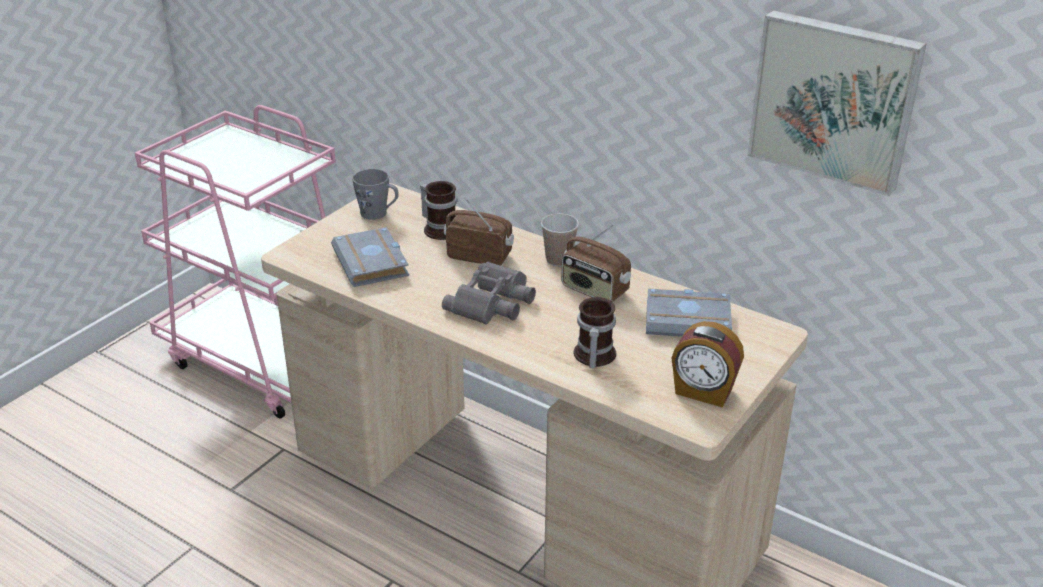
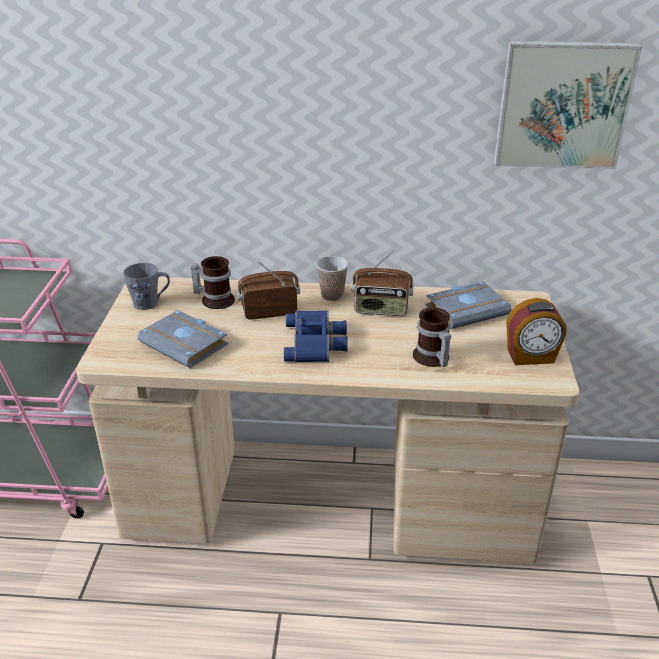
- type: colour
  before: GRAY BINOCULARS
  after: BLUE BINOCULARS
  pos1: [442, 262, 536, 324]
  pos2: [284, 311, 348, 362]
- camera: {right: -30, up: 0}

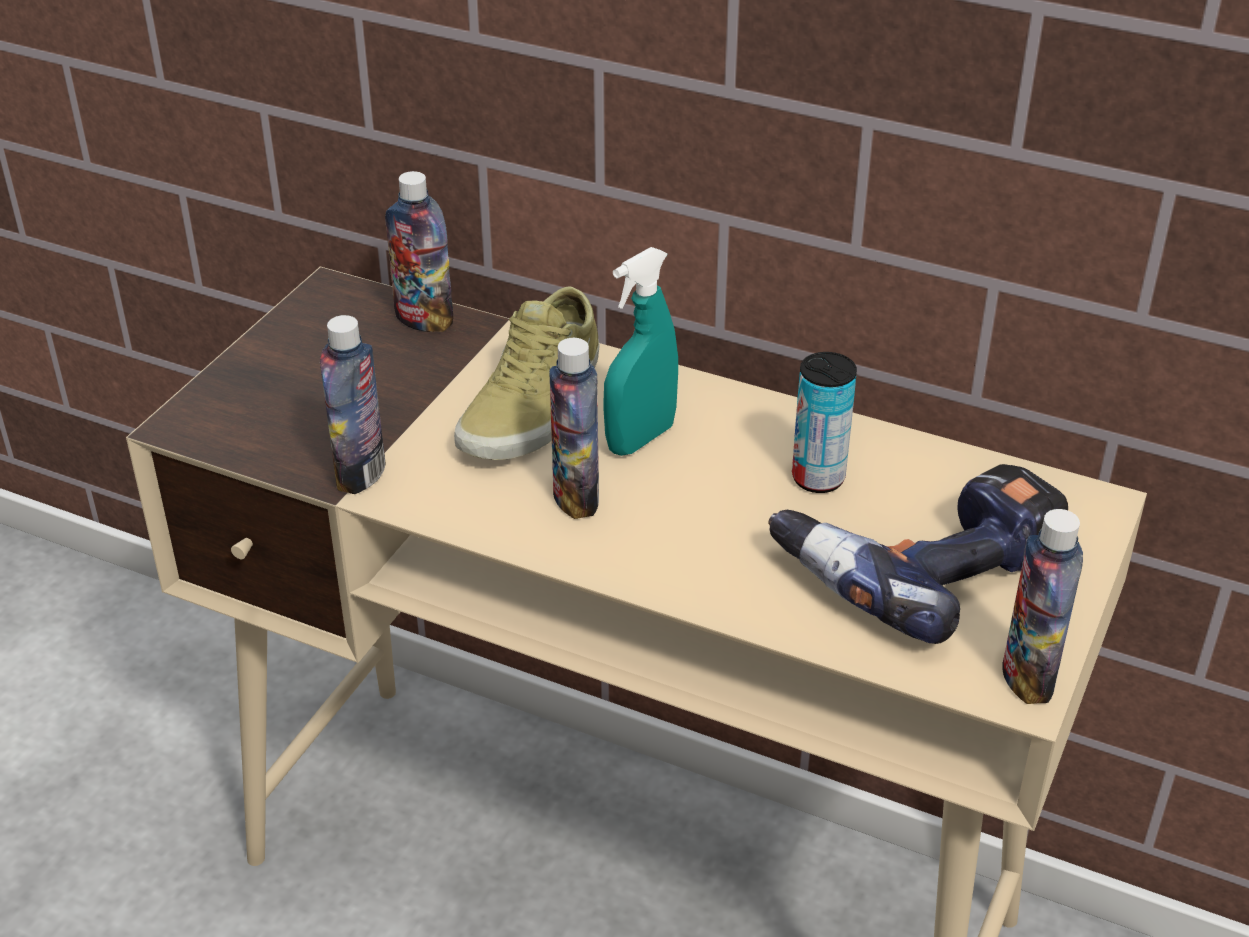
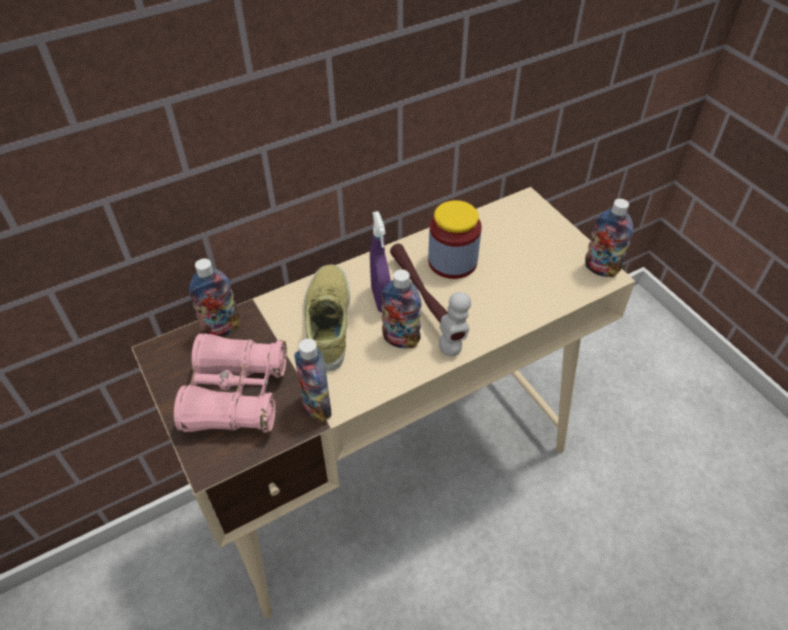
- type: appeared
  after: PINK BINOCULARS
  pos2: [174, 333, 287, 433]
- type: spun
  before: BEIGE-COLOURED SHOE
  pos1: [454, 286, 599, 460]
  pos2: [304, 264, 350, 372]
  turn: -150
- type: colour
  before: TURQUOISE-COLOURED HAND SPRAYER
  after: PURPLE HAND SPRAYER
  pos1: [603, 247, 678, 456]
  pos2: [370, 211, 391, 313]
- type: appeared
  after: HAND HAMMER
  pos2: [390, 243, 471, 356]
- type: exchanged
  before: SEALED CAN
  after: PRESERVE JAR
  pos1: [792, 352, 857, 493]
  pos2: [428, 200, 482, 279]
- type: missing
  before: DRILL
  pos1: [768, 464, 1068, 644]
- camera: {right: -55, up: 10}

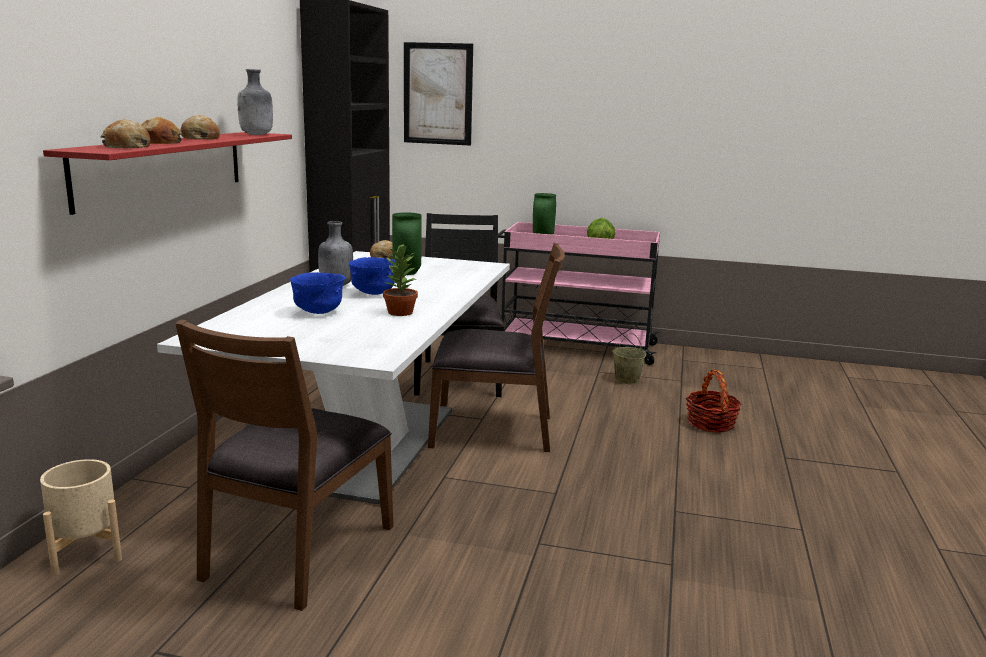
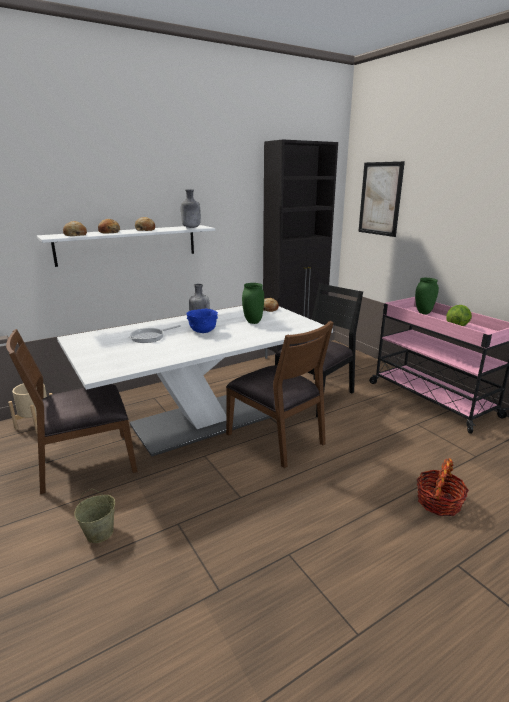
- type: colour
  before: RED-COLOURED SHELF
  after: WHITISH SHELF
  pos1: [43, 132, 292, 215]
  pos2: [37, 225, 215, 267]
- type: relocated
  before: BEIGE-COLOURED BUCKET
  pos1: [612, 333, 646, 384]
  pos2: [74, 489, 115, 543]
- type: exchanged
  before: BLUE DEEP DISH
  after: FRYING PAN
  pos1: [290, 272, 345, 314]
  pos2: [129, 325, 181, 343]
- type: missing
  before: PLANT IN A POT
  pos1: [383, 244, 418, 316]
- camera: {right: 45, up: 5}

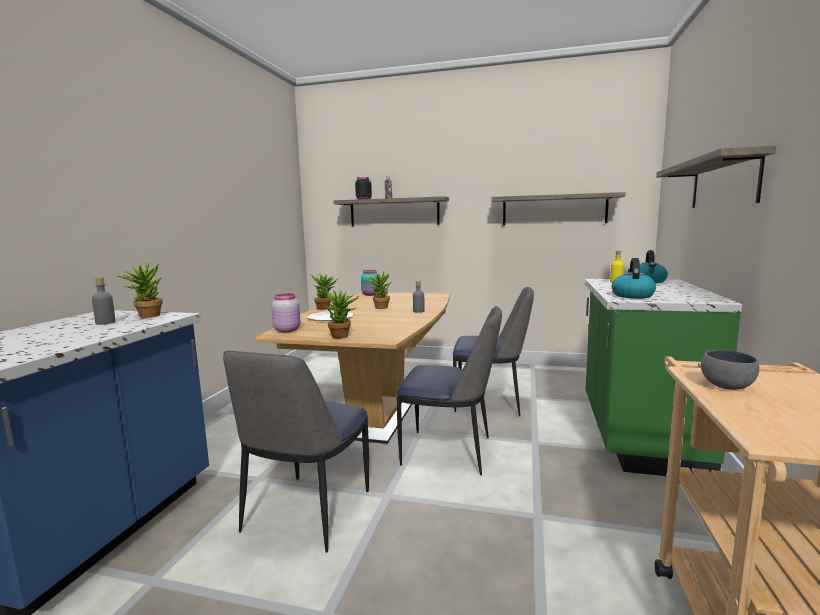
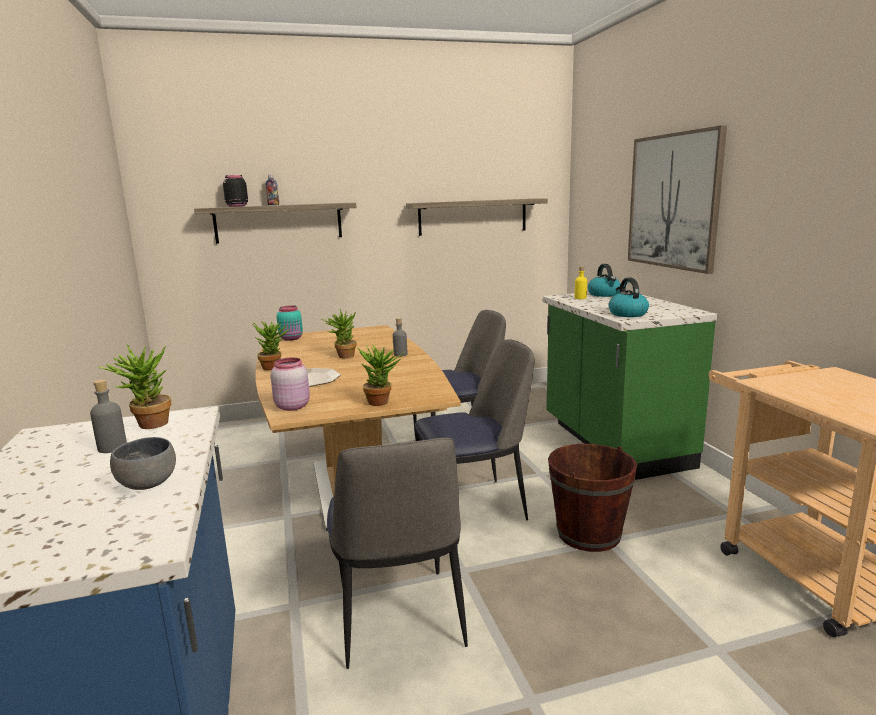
- type: relocated
  before: GRAY DEEP DISH
  pos1: [701, 349, 759, 390]
  pos2: [110, 437, 176, 490]
- type: appeared
  after: BROWNISH BUCKET
  pos2: [548, 444, 637, 552]
- type: exchanged
  before: SHELF
  after: WALL ART
  pos1: [656, 145, 776, 208]
  pos2: [628, 125, 727, 274]
- camera: {right: -30, up: 5}

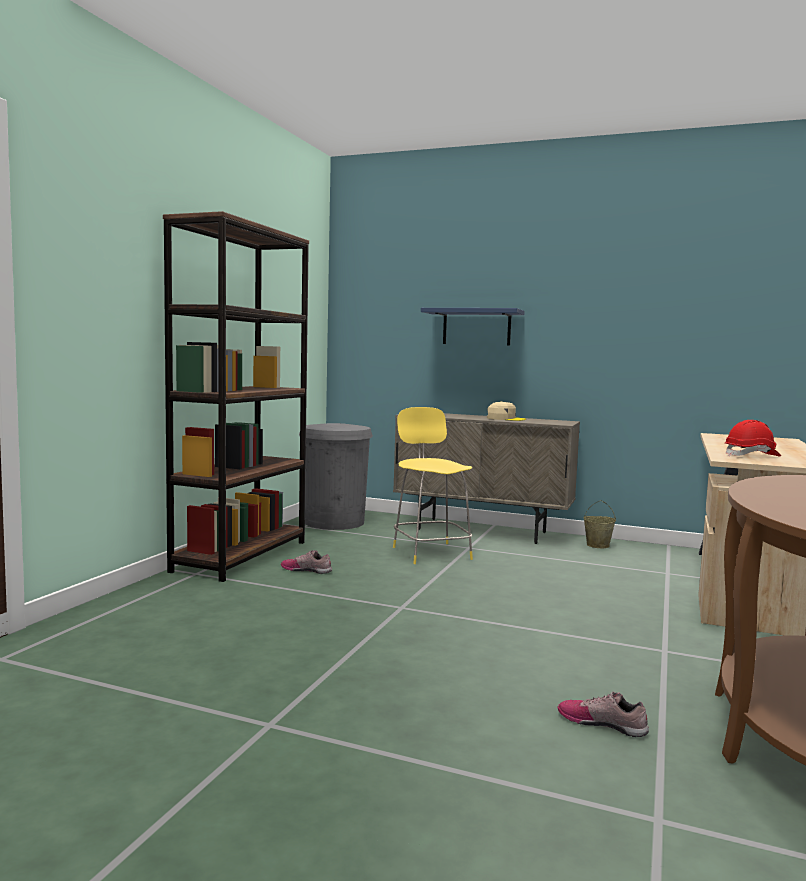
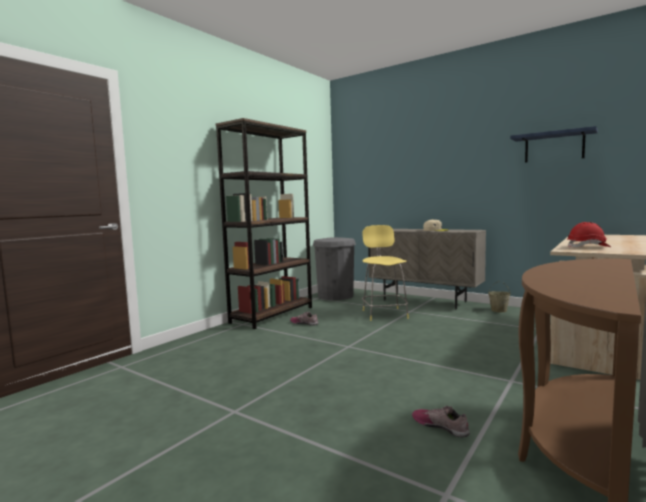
- type: relocated
  before: BLUE SHELF
  pos1: [421, 308, 525, 346]
  pos2: [510, 126, 598, 163]
- camera: {right: 15, up: 0}

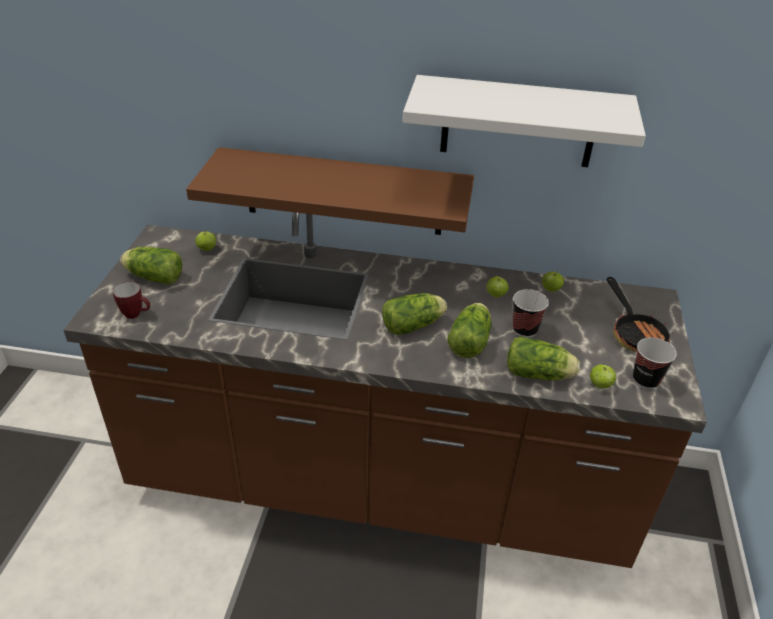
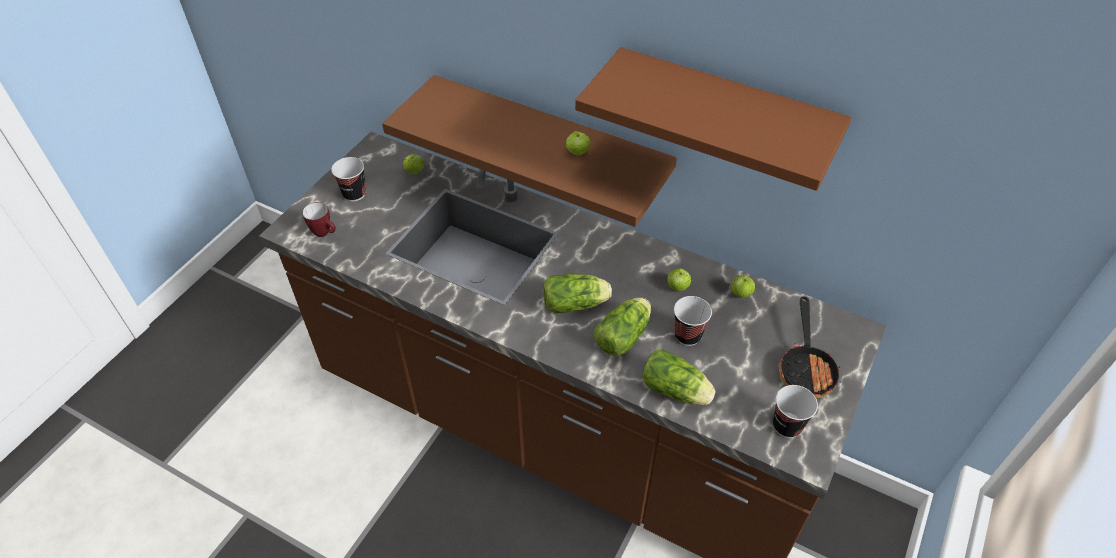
- type: exchanged
  before: LETTUCE
  after: CUP
  pos1: [120, 247, 182, 285]
  pos2: [331, 157, 366, 202]
- type: relocated
  before: APPLE FRUIT
  pos1: [590, 364, 616, 388]
  pos2: [566, 131, 591, 155]
- type: colour
  before: WHITISH SHELF
  after: BROWNISH SHELF
  pos1: [403, 75, 646, 167]
  pos2: [575, 47, 851, 191]
- camera: {right: 20, up: 10}

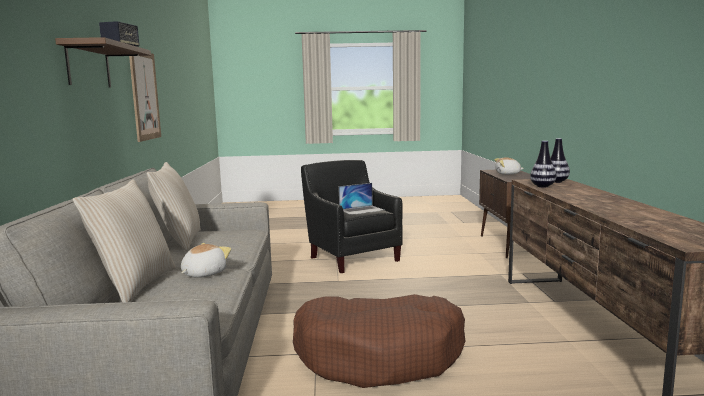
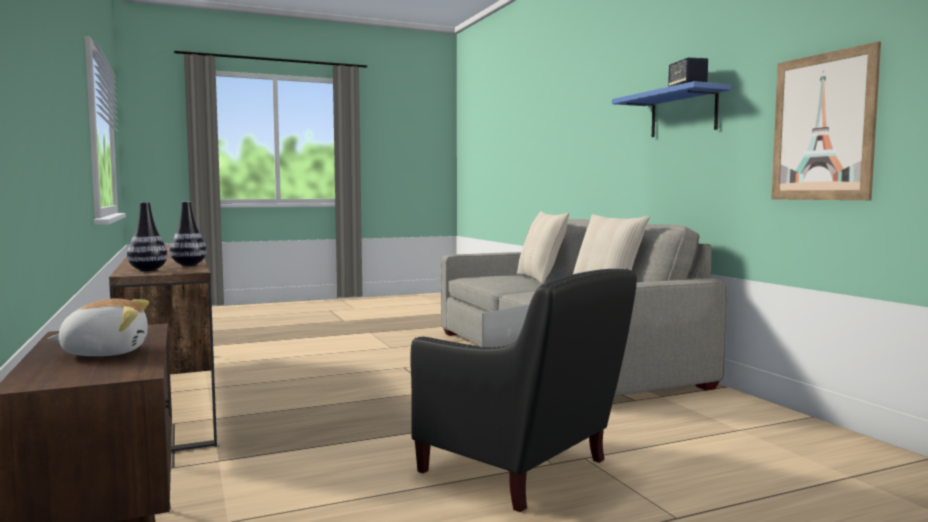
- type: colour
  before: BROWNISH SHELF
  after: BLUE SHELF
  pos1: [55, 37, 151, 87]
  pos2: [612, 81, 731, 137]
- type: missing
  before: CUDDLY TOY
  pos1: [181, 243, 231, 278]
- type: missing
  before: BROWNISH DOG CUSHION
  pos1: [293, 294, 465, 388]
- camera: {right: 160, up: -5}

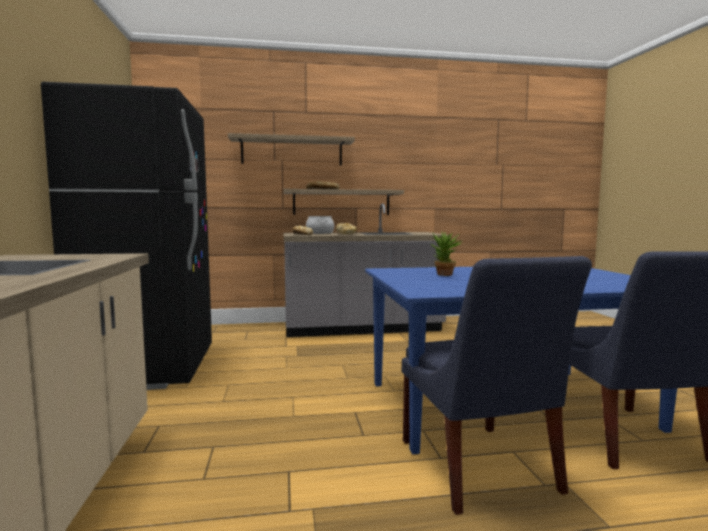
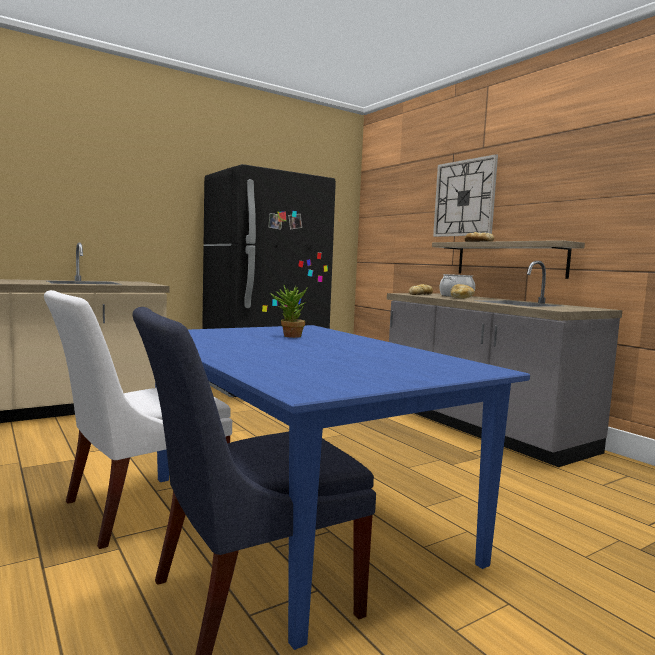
- type: colour
  before: BLUE PLAIN CHAIR
  after: WHITISH PLAIN CHAIR
  pos1: [402, 256, 592, 515]
  pos2: [44, 290, 232, 549]
- type: exchanged
  before: SHELF
  after: HANGING CLOCK
  pos1: [228, 133, 355, 166]
  pos2: [433, 154, 498, 237]
- camera: {right: 65, up: 0}

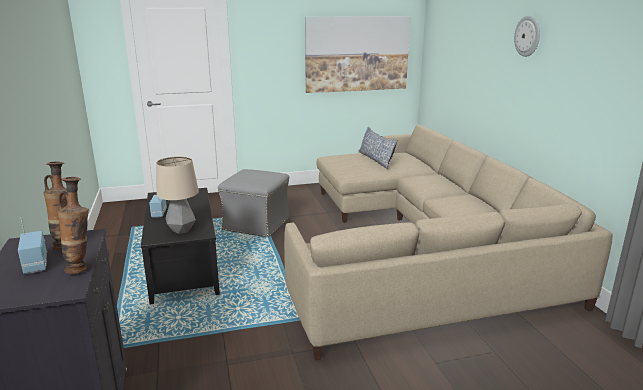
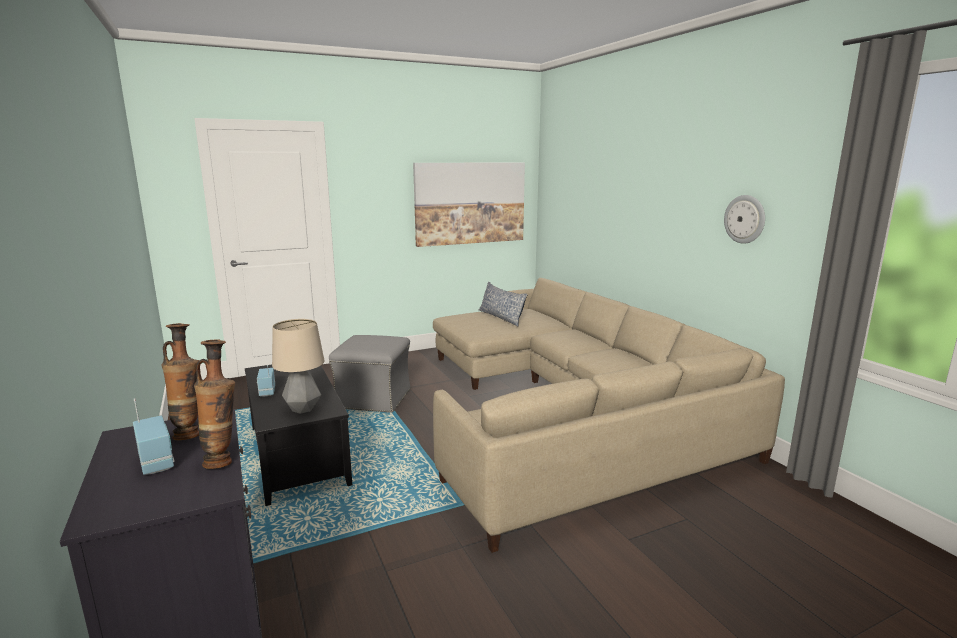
- type: relocated
  before: HANGING CLOCK
  pos1: [514, 16, 540, 57]
  pos2: [724, 195, 765, 244]
- camera: {right: -10, up: -5}

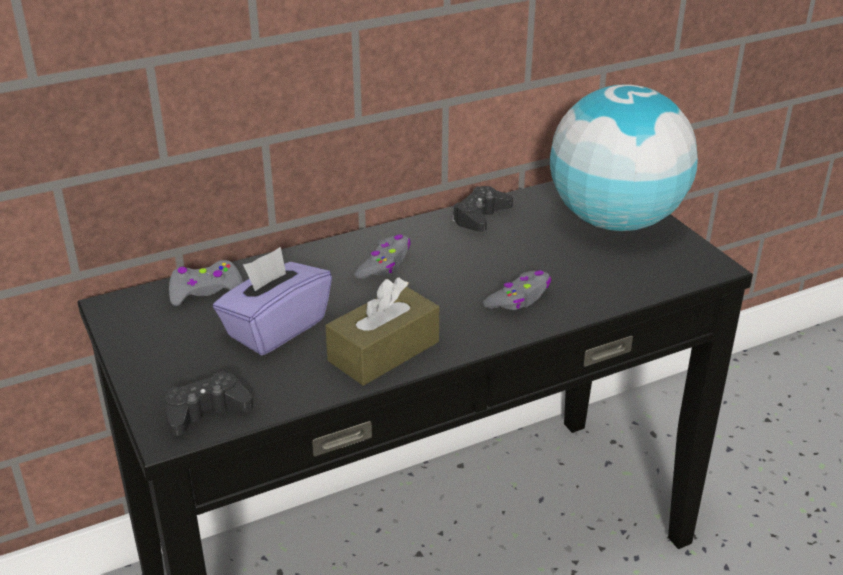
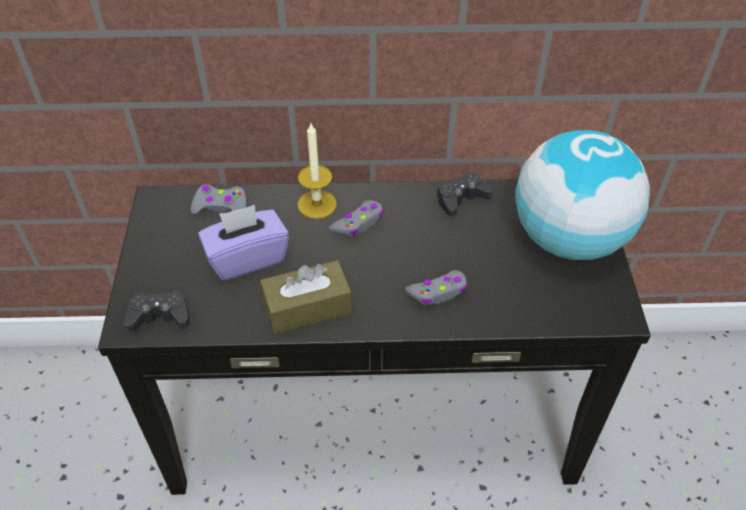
- type: appeared
  after: WAX LIGHT
  pos2: [298, 123, 337, 219]
- camera: {right: 25, up: 15}

